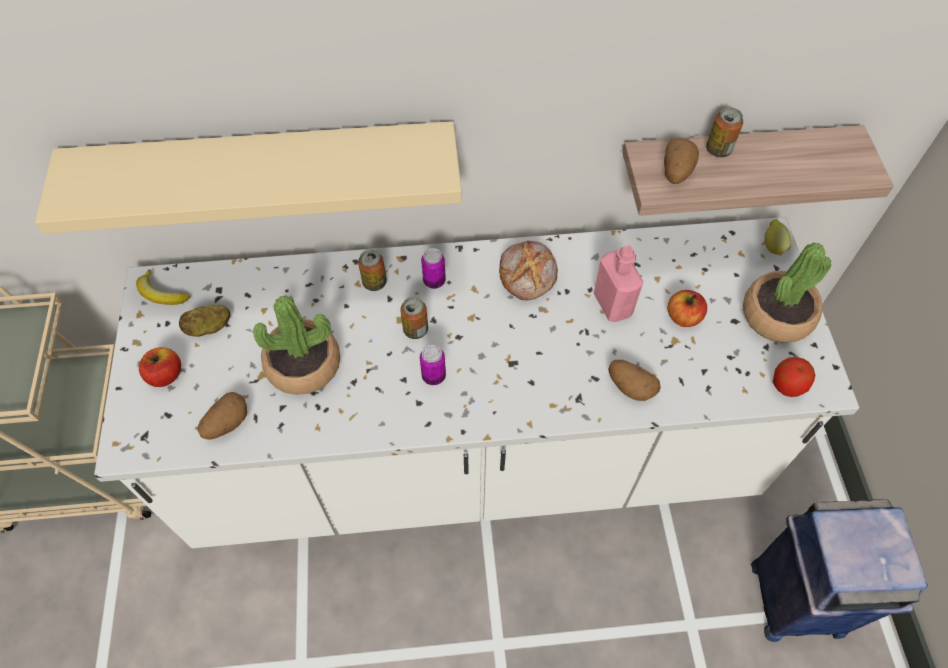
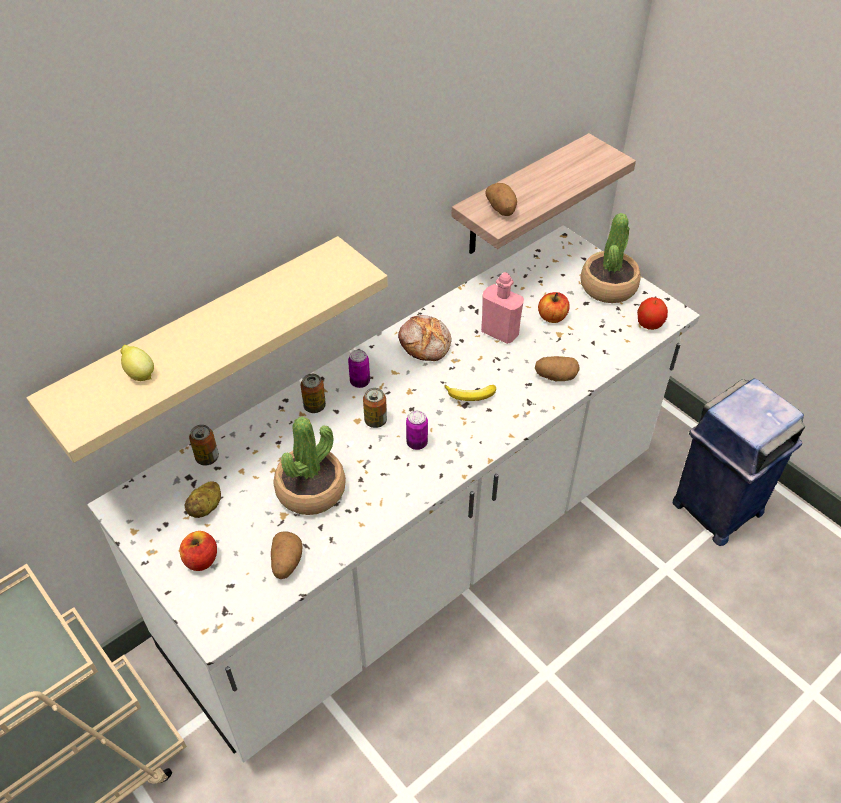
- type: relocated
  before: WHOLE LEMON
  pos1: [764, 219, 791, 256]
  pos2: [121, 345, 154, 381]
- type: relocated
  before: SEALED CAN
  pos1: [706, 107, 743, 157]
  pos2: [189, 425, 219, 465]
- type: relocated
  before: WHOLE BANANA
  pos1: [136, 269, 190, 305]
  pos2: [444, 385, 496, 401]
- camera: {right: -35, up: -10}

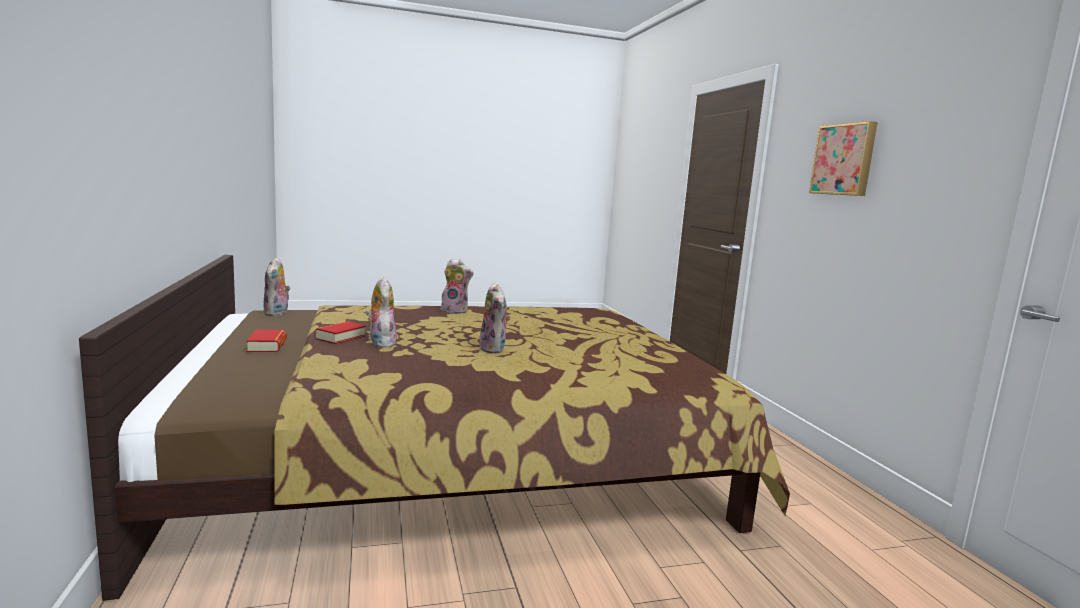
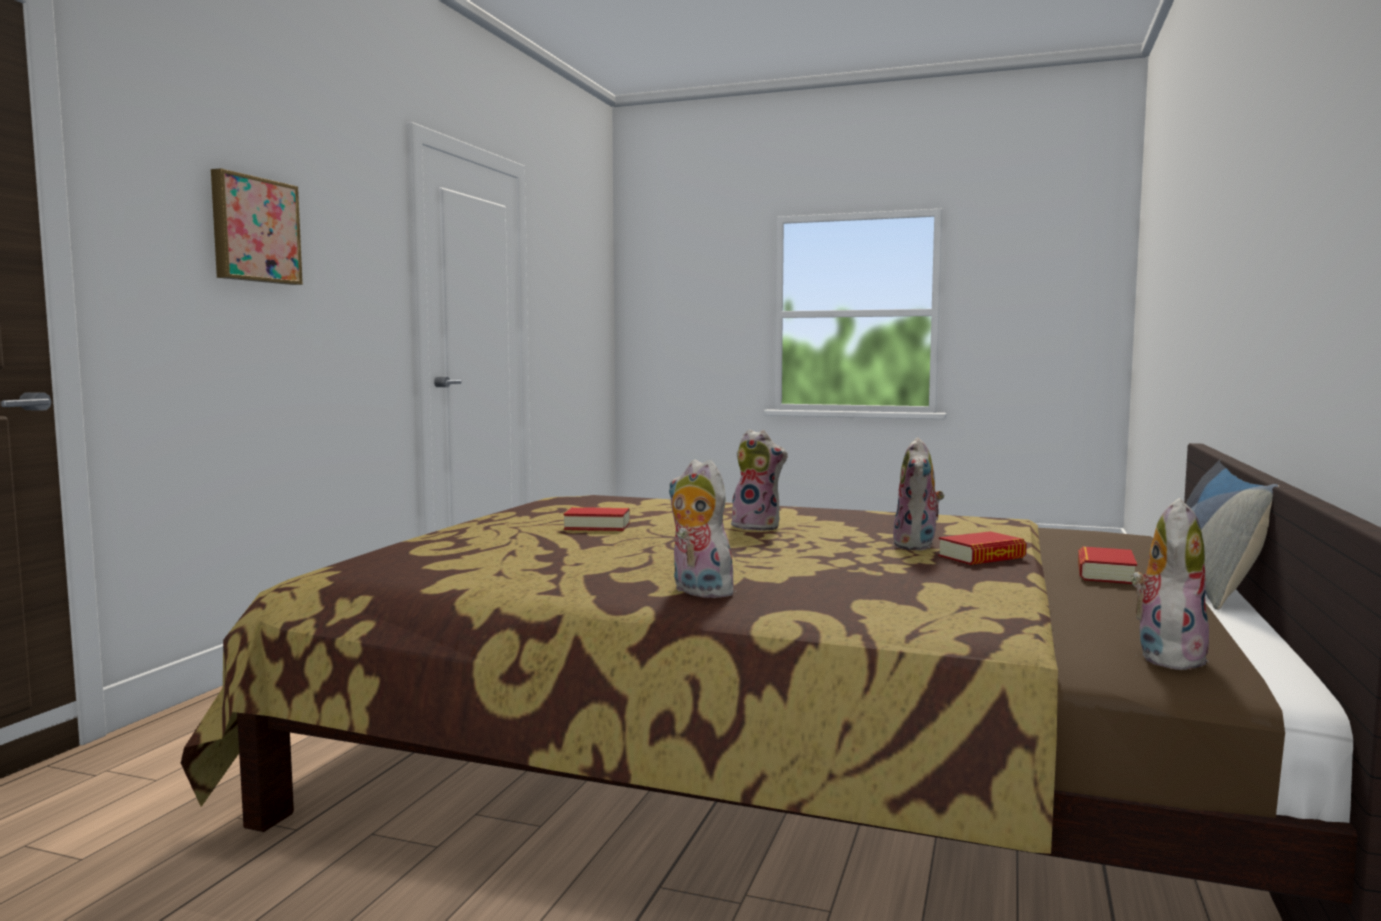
- type: appeared
  after: VOLUME
  pos2: [564, 507, 630, 531]
- type: spun
  before: CUDDLY TOY
  pos1: [479, 282, 510, 354]
  pos2: [729, 429, 788, 531]
  turn: 105
- type: appeared
  after: CUSHION
  pos2: [1186, 460, 1279, 610]
- camera: {right: -145, up: -5}

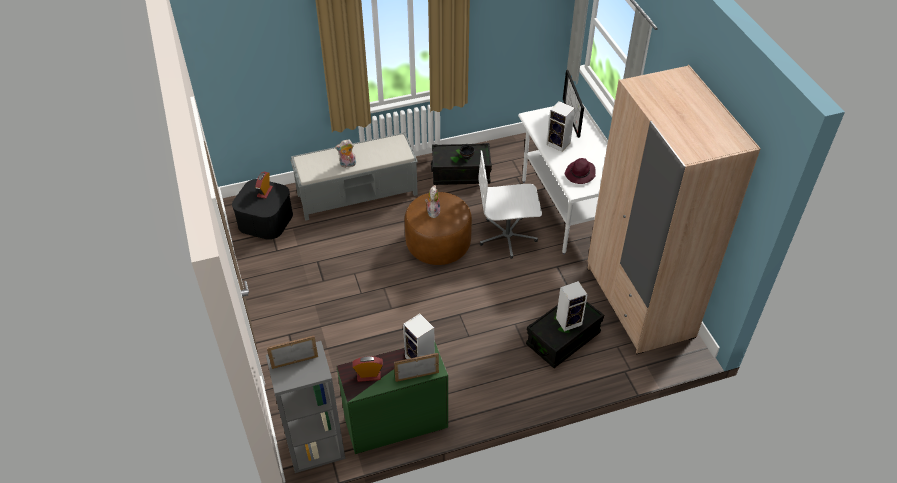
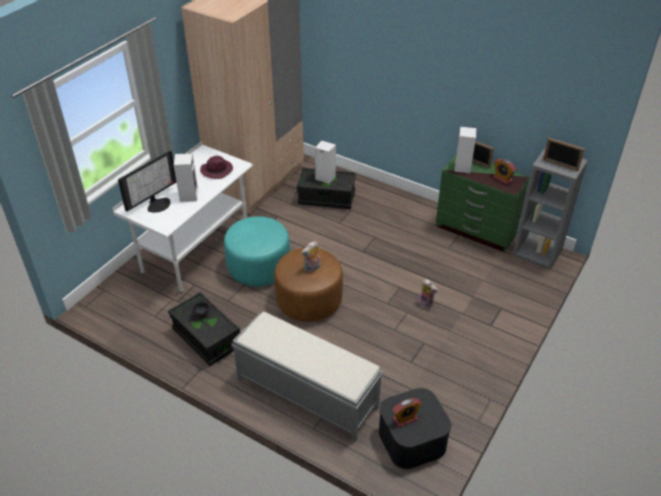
- type: exchanged
  before: WHITISH OFFICE CHAIR
  after: TURQUOISE-COLOURED POUFFE
  pos1: [478, 151, 542, 259]
  pos2: [224, 216, 290, 287]
- type: relocated
  before: CUDDLY TOY
  pos1: [335, 139, 356, 168]
  pos2: [417, 279, 438, 309]
- camera: {right: -130, up: -5}

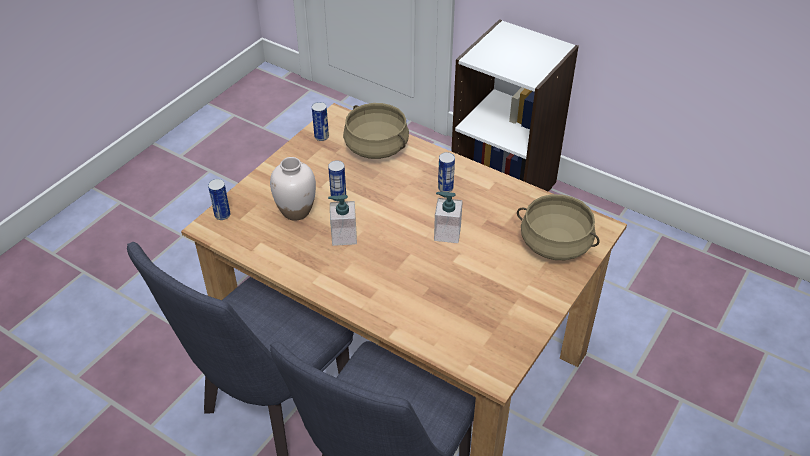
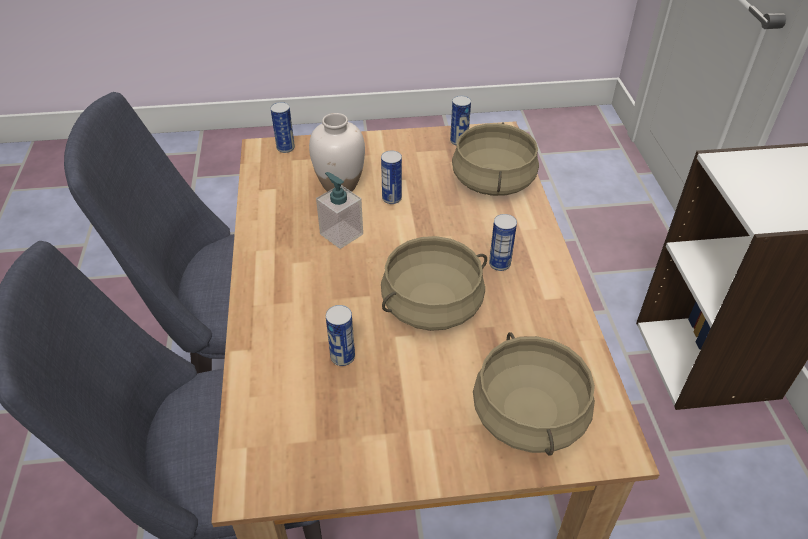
- type: appeared
  after: SEALED CAN
  pos2: [326, 305, 355, 366]
- type: exchanged
  before: SOAP BOTTLE
  after: BEIGE-COLOURED SAUCEPOT
  pos1: [434, 192, 463, 243]
  pos2: [381, 236, 487, 331]
- camera: {right: 50, up: 0}

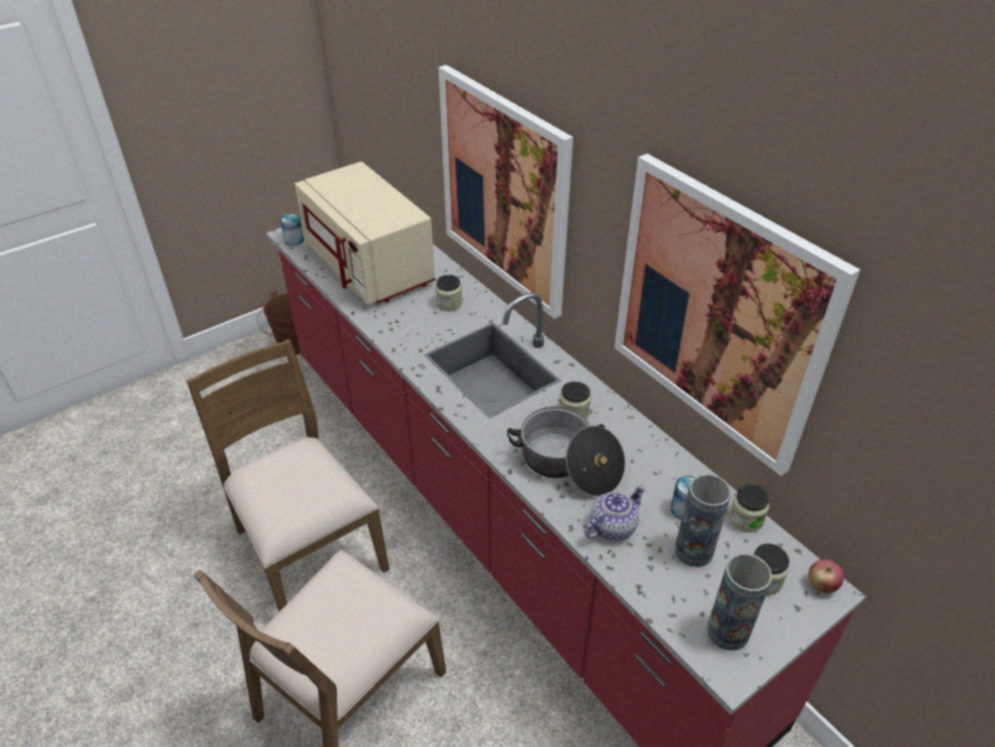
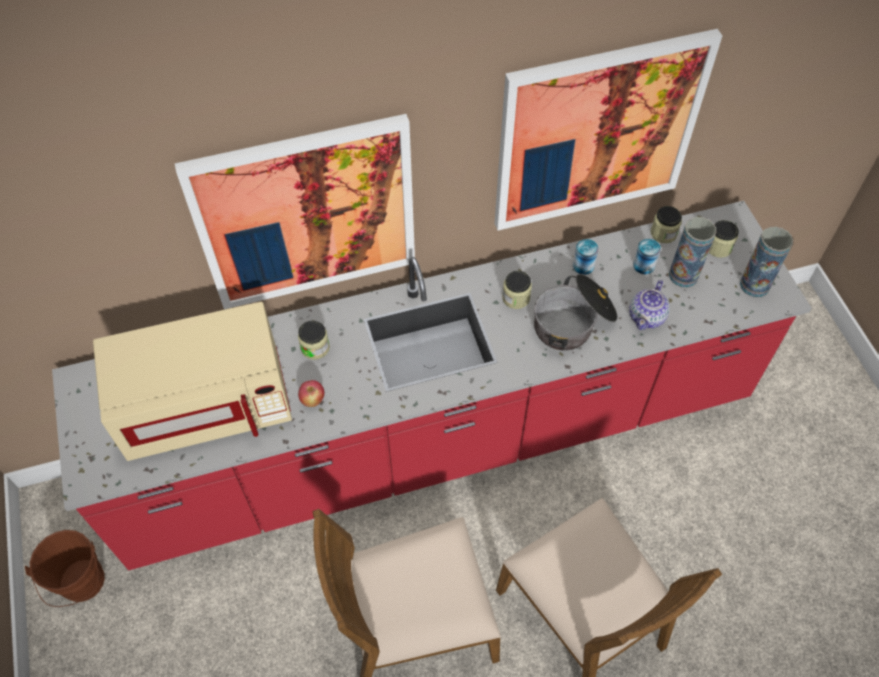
- type: relocated
  before: APPLE FRUIT
  pos1: [809, 559, 844, 593]
  pos2: [298, 380, 324, 407]
- type: relocated
  before: SEALED CAN
  pos1: [280, 214, 304, 246]
  pos2: [573, 239, 599, 275]
- type: spun
  before: TEA POT
  pos1: [585, 485, 646, 540]
  pos2: [629, 280, 670, 330]
  turn: -135
- camera: {right: -70, up: 15}

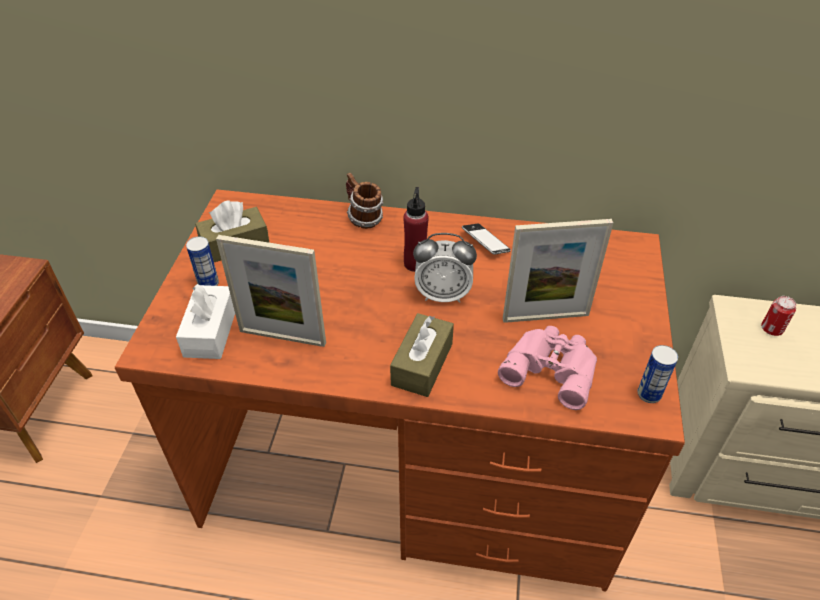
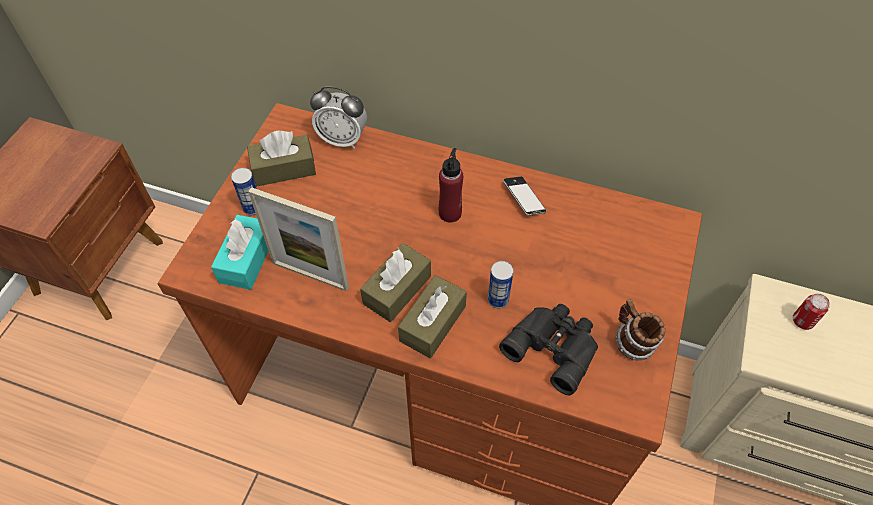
- type: colour
  before: WHITISH TISSUE HOLDER
  after: TURQUOISE-COLOURED TISSUE HOLDER
  pos1: [176, 284, 235, 359]
  pos2: [211, 215, 268, 290]
- type: relocated
  before: ALARM CLOCK
  pos1: [413, 233, 477, 303]
  pos2: [310, 86, 367, 149]
- type: appeared
  after: BROWNISH TISSUE HOLDER
  pos2: [360, 243, 431, 322]
- type: relocated
  before: SEALED CAN
  pos1: [638, 345, 678, 403]
  pos2: [488, 261, 514, 308]
- type: colour
  before: PINK BINOCULARS
  after: BLACK BINOCULARS
  pos1: [498, 326, 597, 410]
  pos2: [499, 304, 598, 396]
- type: relocated
  before: MUG
  pos1: [346, 173, 383, 229]
  pos2: [615, 299, 665, 360]
- type: missing
  before: PICTURE FRAME
  pos1: [503, 219, 613, 323]
- camera: {right: 10, up: 10}

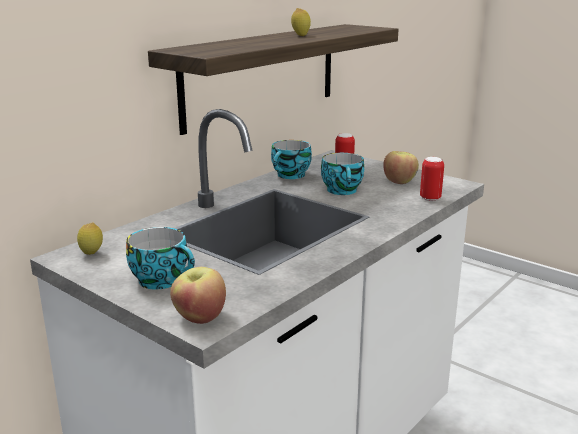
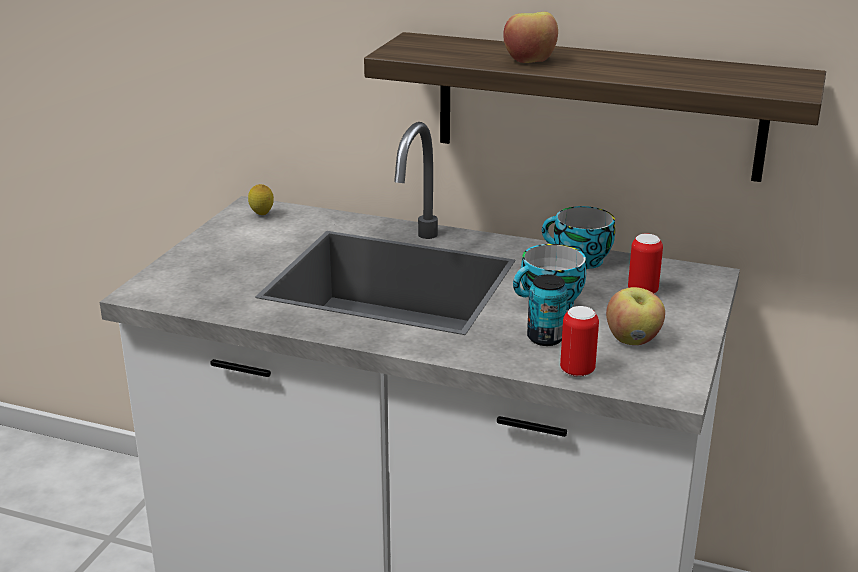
- type: relocated
  before: APPLE FRUIT
  pos1: [170, 267, 226, 324]
  pos2: [503, 12, 558, 63]
- type: appeared
  after: SEALED CAN
  pos2: [527, 274, 568, 346]
- type: missing
  before: CUP
  pos1: [126, 227, 195, 290]
- type: missing
  before: WHOLE LEMON
  pos1: [291, 8, 311, 36]
- camera: {right: 70, up: 5}

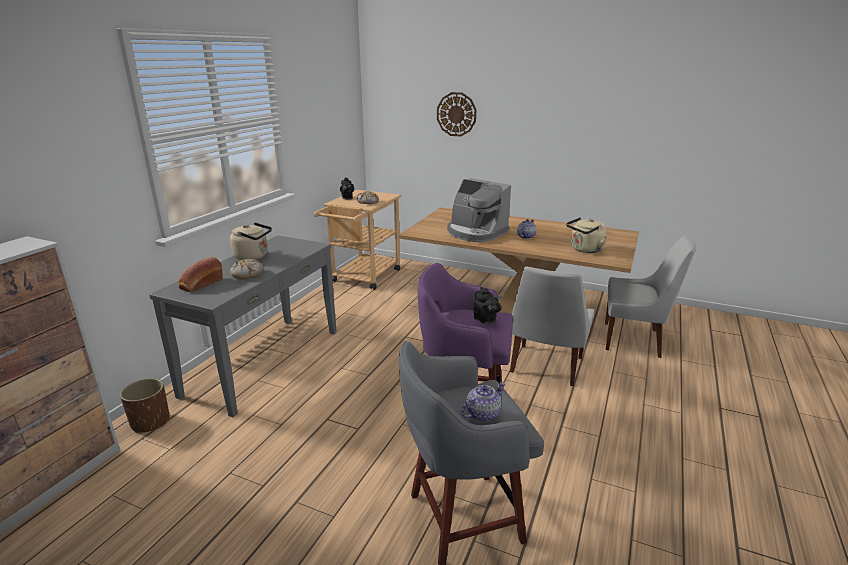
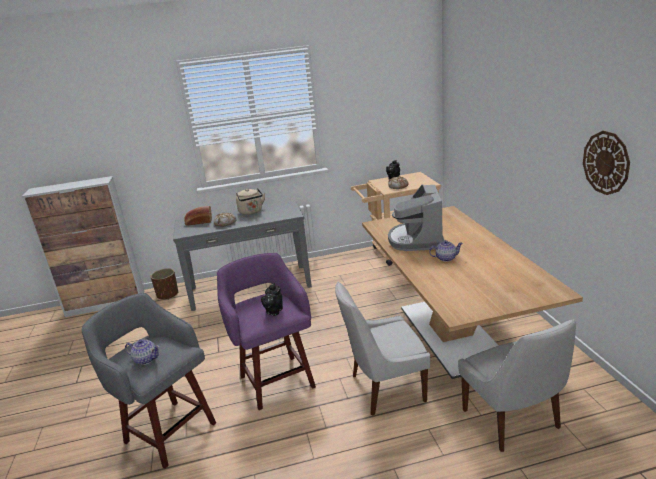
- type: relocated
  before: HANGING CLOCK
  pos1: [437, 92, 476, 137]
  pos2: [583, 131, 630, 195]
- type: missing
  before: BEIGE-COLOURED KETTLE
  pos1: [566, 217, 607, 253]
- camera: {right: 55, up: 0}

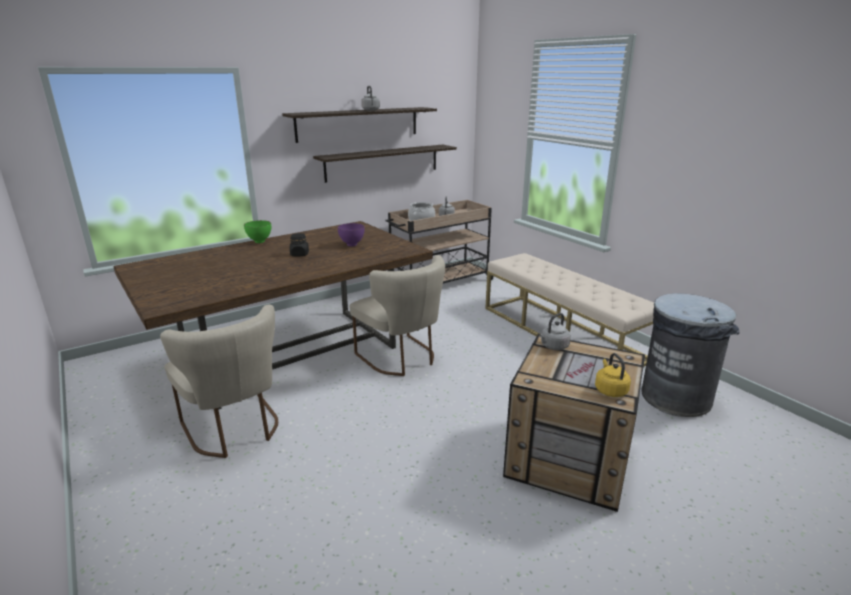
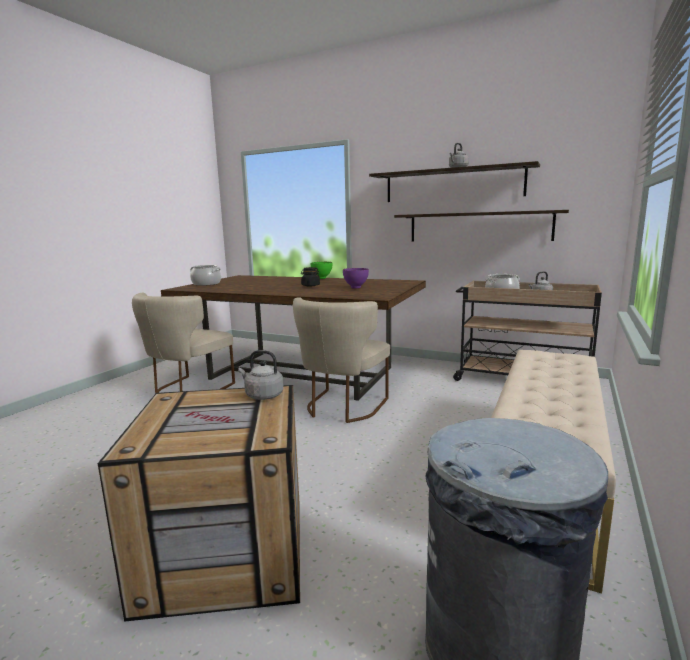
- type: appeared
  after: SAUCEPOT
  pos2: [190, 265, 221, 286]
- type: missing
  before: YELLOW KETTLE
  pos1: [595, 353, 631, 397]
- camera: {right: 60, up: -10}

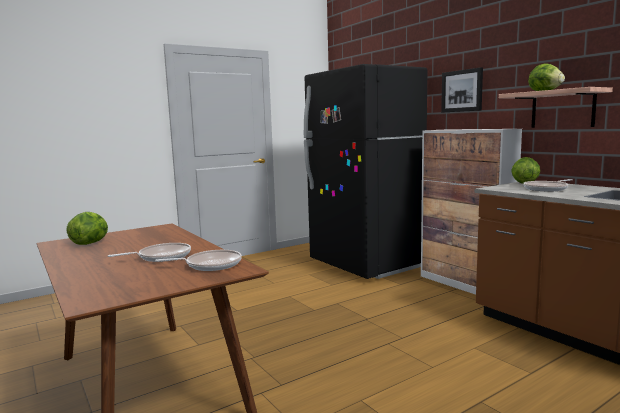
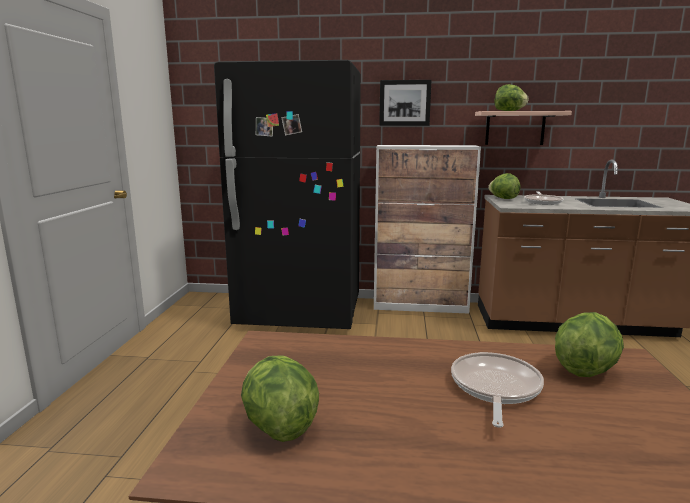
- type: exchanged
  before: FRYING PAN
  after: LETTUCE
  pos1: [155, 250, 242, 271]
  pos2: [555, 312, 624, 377]
- camera: {right: -50, up: 5}

